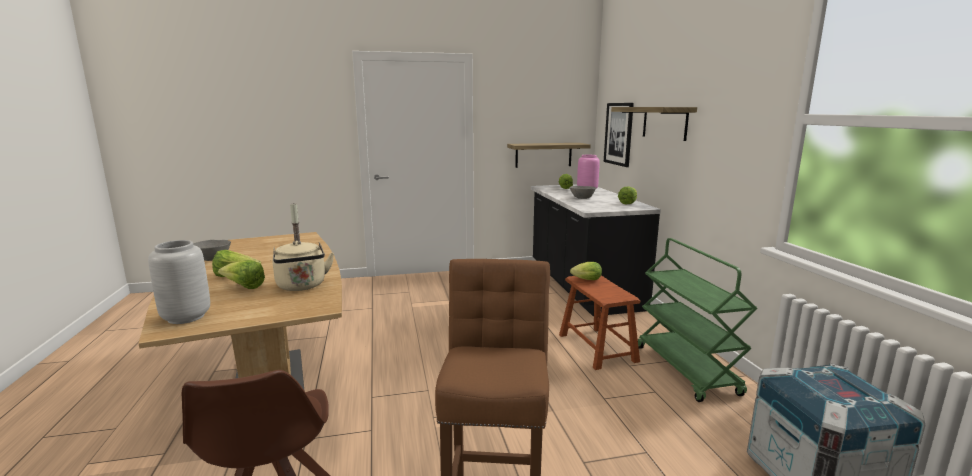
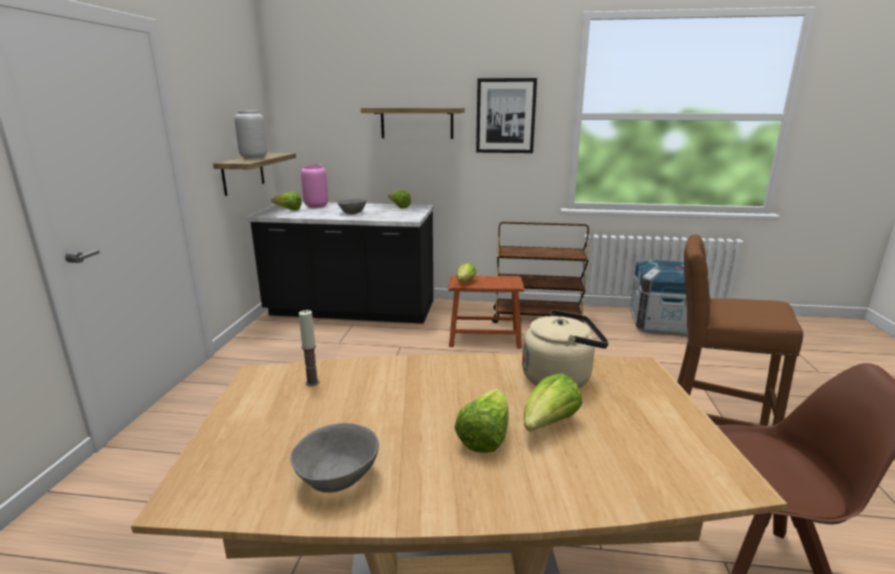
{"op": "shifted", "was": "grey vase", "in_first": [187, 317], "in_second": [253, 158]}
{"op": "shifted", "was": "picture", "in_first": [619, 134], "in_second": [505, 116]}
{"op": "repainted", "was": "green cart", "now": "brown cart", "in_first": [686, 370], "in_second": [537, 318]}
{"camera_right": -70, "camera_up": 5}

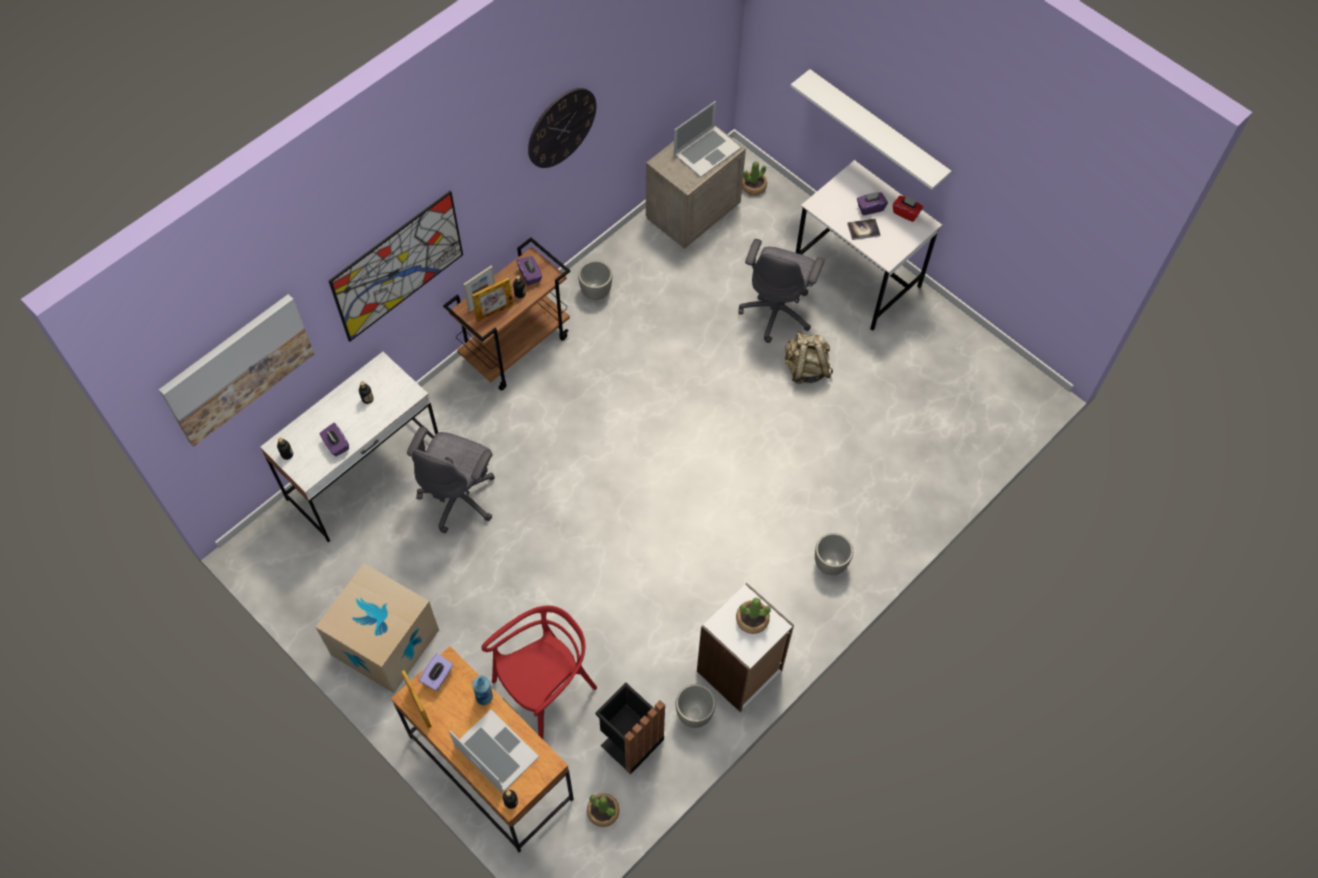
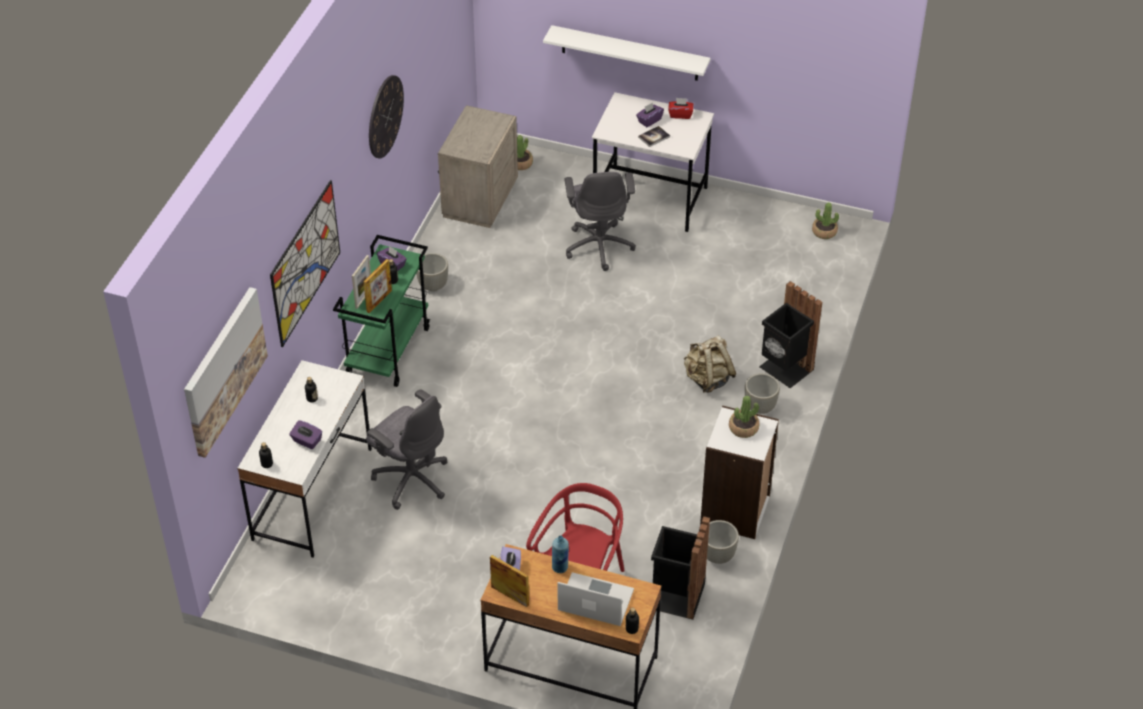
{"op": "gone", "was": "cardboard box", "in_first": [385, 642]}
{"op": "rotated", "was": "grey office chair", "in_first": [459, 497], "in_second": [411, 479], "clockwise": -45}
{"op": "repainted", "was": "brown cart", "now": "green cart", "in_first": [516, 346], "in_second": [388, 350]}
{"op": "shifted", "was": "potted plant", "in_first": [603, 811], "in_second": [824, 232]}
{"op": "gone", "was": "laptop", "in_first": [706, 151]}
{"op": "shifted", "was": "beige backpack", "in_first": [806, 368], "in_second": [708, 379]}
{"op": "new", "now": "black trash can", "in_second": [785, 369]}
{"camera_right": -25, "camera_up": -15}

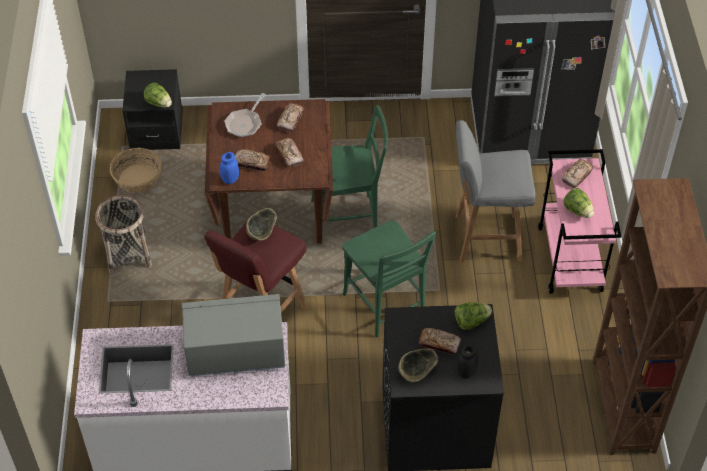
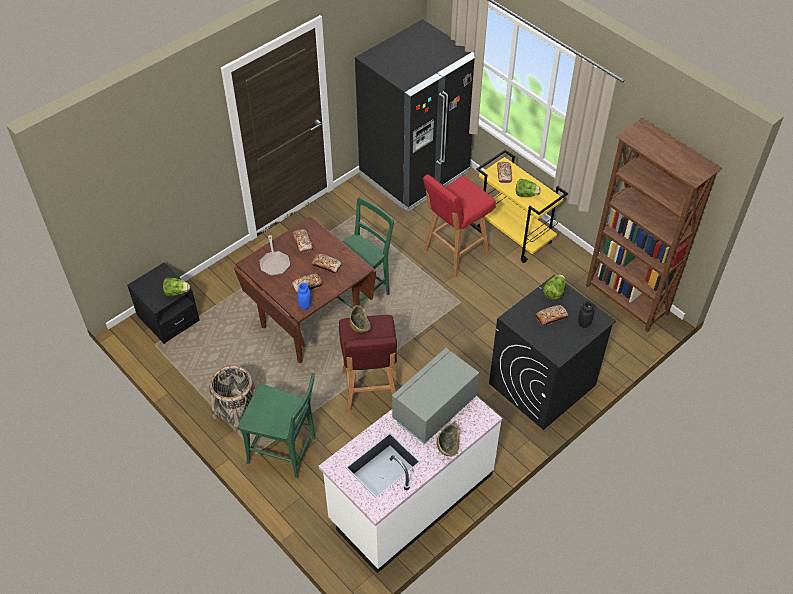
{"op": "gone", "was": "basket", "in_first": [137, 179]}
{"op": "shifted", "was": "green chair", "in_first": [386, 307], "in_second": [285, 451]}
{"op": "shifted", "was": "bowl", "in_first": [416, 372], "in_second": [448, 447]}
{"op": "repainted", "was": "grey stool", "now": "red stool", "in_first": [485, 237], "in_second": [454, 253]}
{"op": "repainted", "was": "pink cart", "now": "yellow cart", "in_first": [570, 259], "in_second": [515, 235]}
{"camera_right": -40, "camera_up": 0}

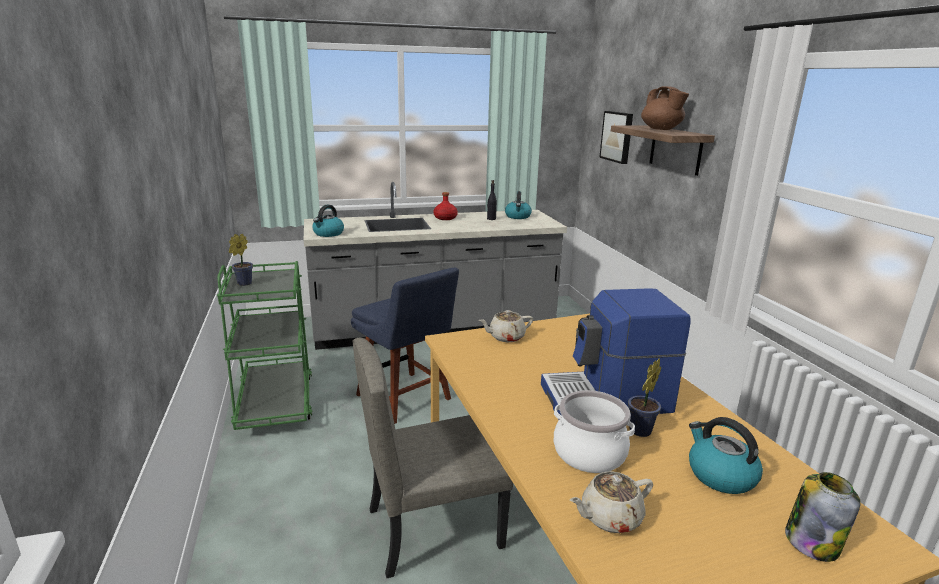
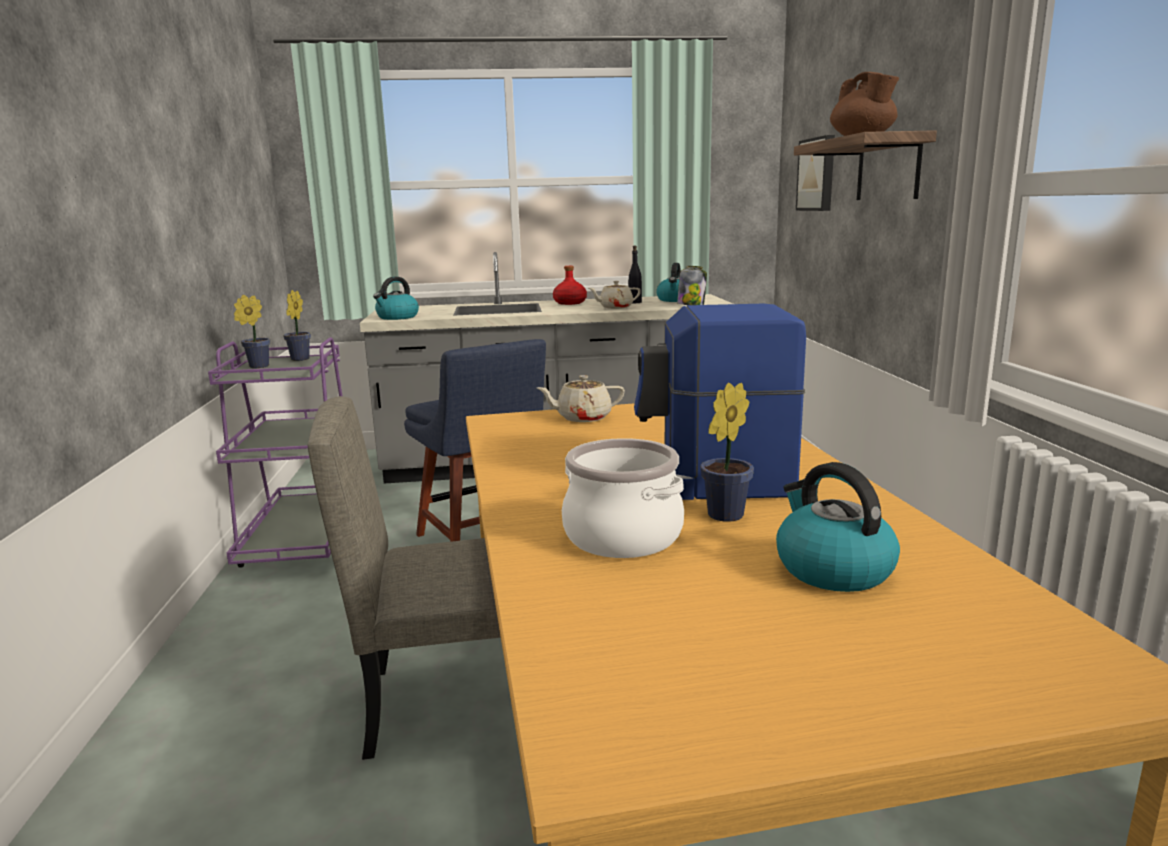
{"op": "repainted", "was": "green cart", "now": "purple cart", "in_first": [275, 403], "in_second": [304, 541]}
{"op": "shifted", "was": "beige teapot", "in_first": [609, 517], "in_second": [615, 307]}
{"op": "shifted", "was": "jar", "in_first": [812, 541], "in_second": [691, 305]}
{"op": "new", "now": "potted plant", "in_second": [298, 359]}
{"camera_right": 10, "camera_up": -5}

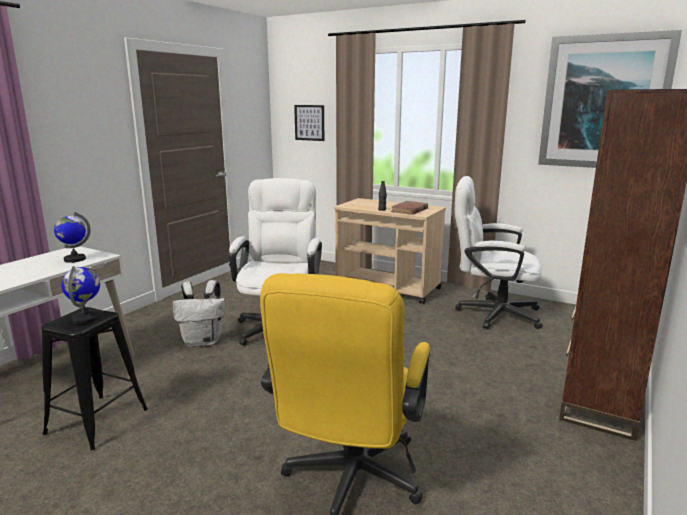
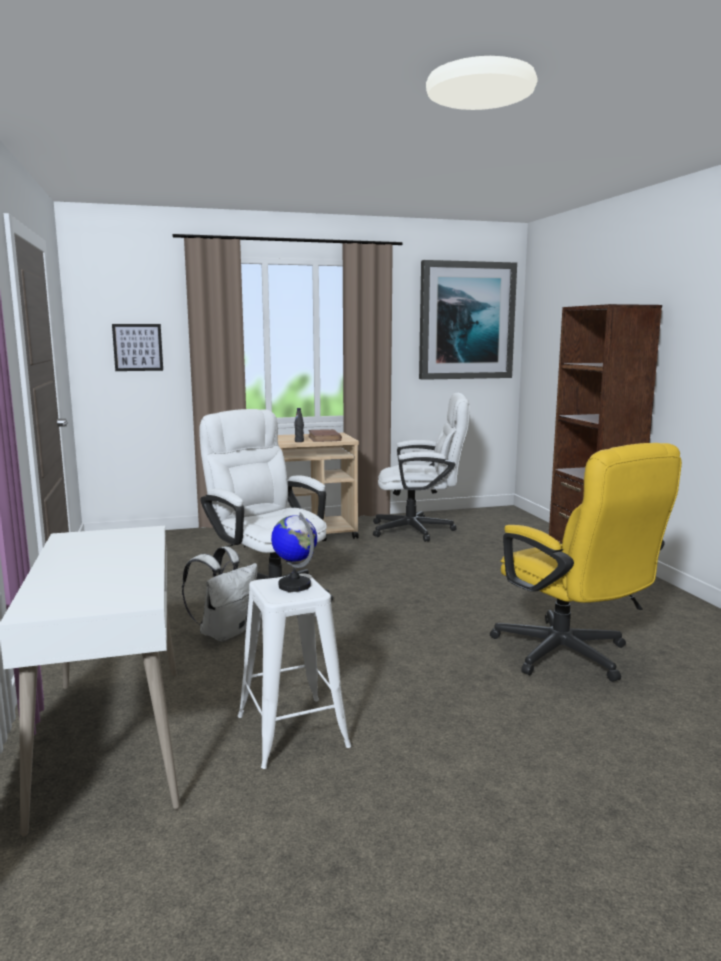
{"op": "repainted", "was": "black stool", "now": "white stool", "in_first": [97, 421], "in_second": [292, 730]}
{"op": "gone", "was": "globe", "in_first": [74, 259]}
{"op": "rotated", "was": "white office chair", "in_first": [490, 313], "in_second": [420, 530], "clockwise": -150}
{"camera_right": -45, "camera_up": -5}

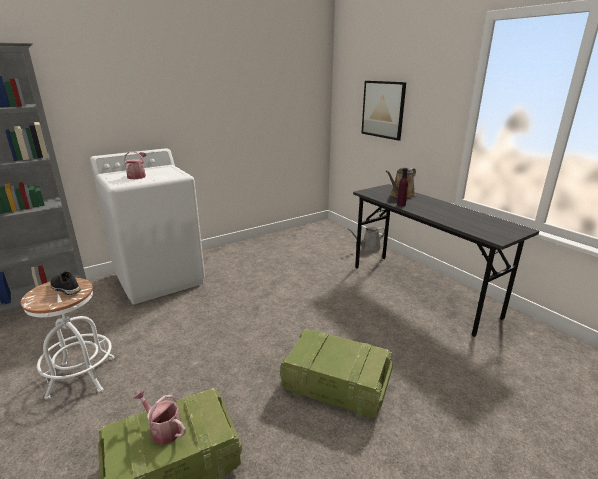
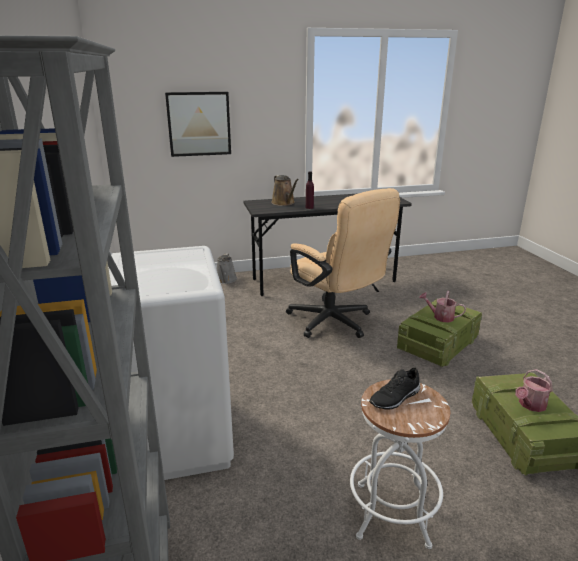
{"op": "shifted", "was": "watering can", "in_first": [137, 176], "in_second": [440, 317]}
{"op": "new", "now": "beige office chair", "in_second": [335, 323]}
{"camera_right": -70, "camera_up": 0}

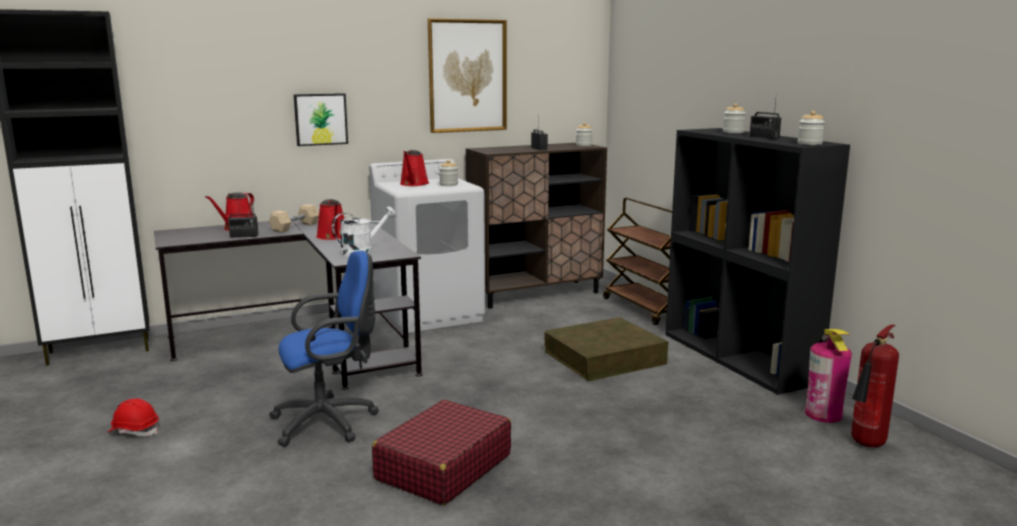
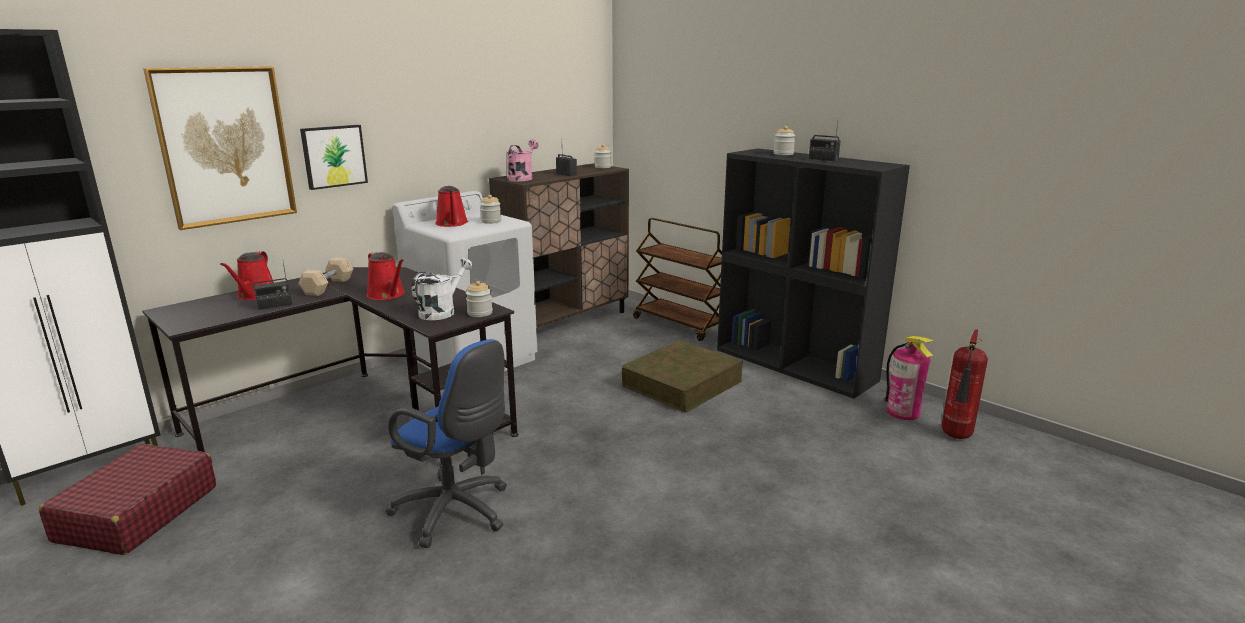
{"op": "gone", "was": "red hard hat", "in_first": [134, 431]}
{"op": "rotated", "was": "blue office chair", "in_first": [330, 422], "in_second": [457, 513], "clockwise": 75}
{"op": "shifted", "was": "red suitcase", "in_first": [443, 467], "in_second": [137, 514]}
{"op": "shifted", "was": "picture", "in_first": [467, 76], "in_second": [225, 146]}
{"op": "shifted", "was": "jar", "in_first": [809, 144], "in_second": [480, 313]}
{"op": "new", "now": "pink watering can", "in_second": [522, 178]}
{"camera_right": -20, "camera_up": 5}

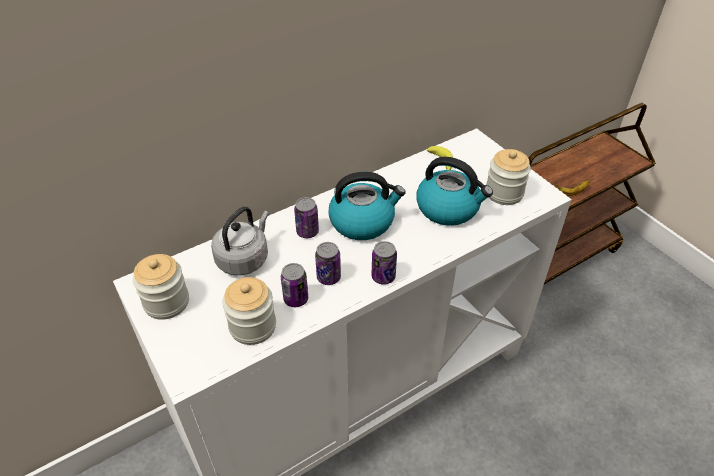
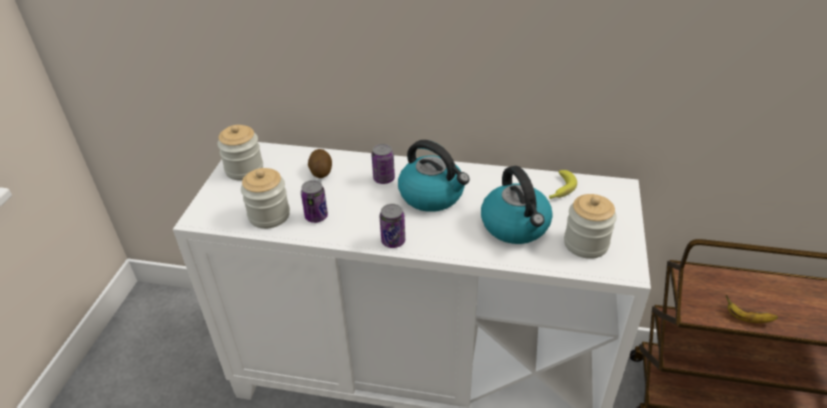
{"op": "swapped", "was": "grey kettle", "now": "potato", "in_first": [244, 258], "in_second": [321, 171]}
{"op": "gone", "was": "can", "in_first": [328, 277]}
{"camera_right": 45, "camera_up": -5}

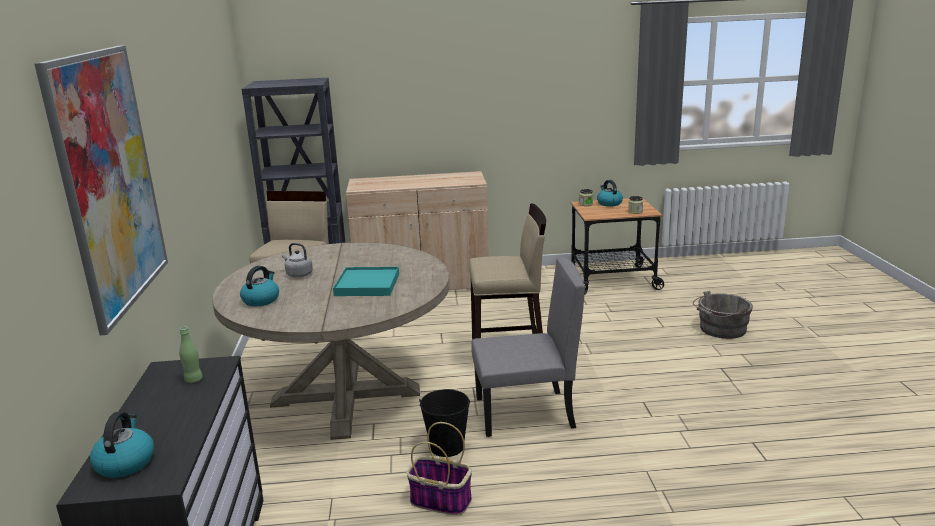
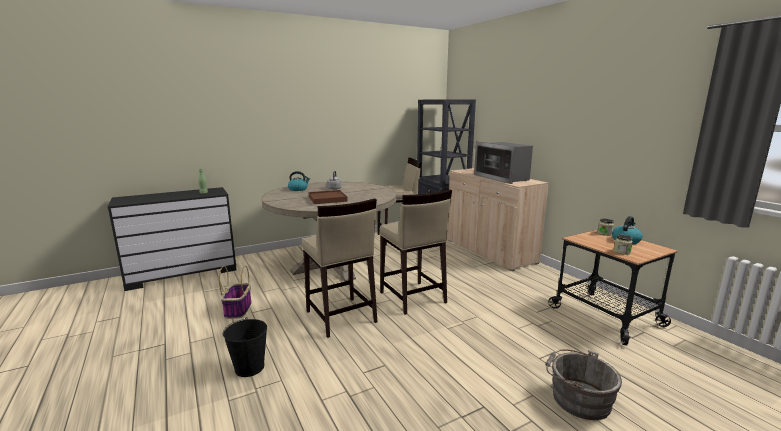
{"op": "gone", "was": "picture", "in_first": [109, 181]}
{"op": "gone", "was": "kettle", "in_first": [125, 462]}
{"op": "repainted", "was": "turquoise tray", "now": "brown tray", "in_first": [367, 285], "in_second": [327, 199]}
{"op": "shifted", "was": "black bucket", "in_first": [447, 446], "in_second": [250, 367]}
{"op": "swapped", "was": "grey chair", "now": "beige stool", "in_first": [524, 413], "in_second": [340, 317]}
{"op": "new", "now": "microwave", "in_second": [502, 178]}
{"camera_right": 65, "camera_up": -5}

